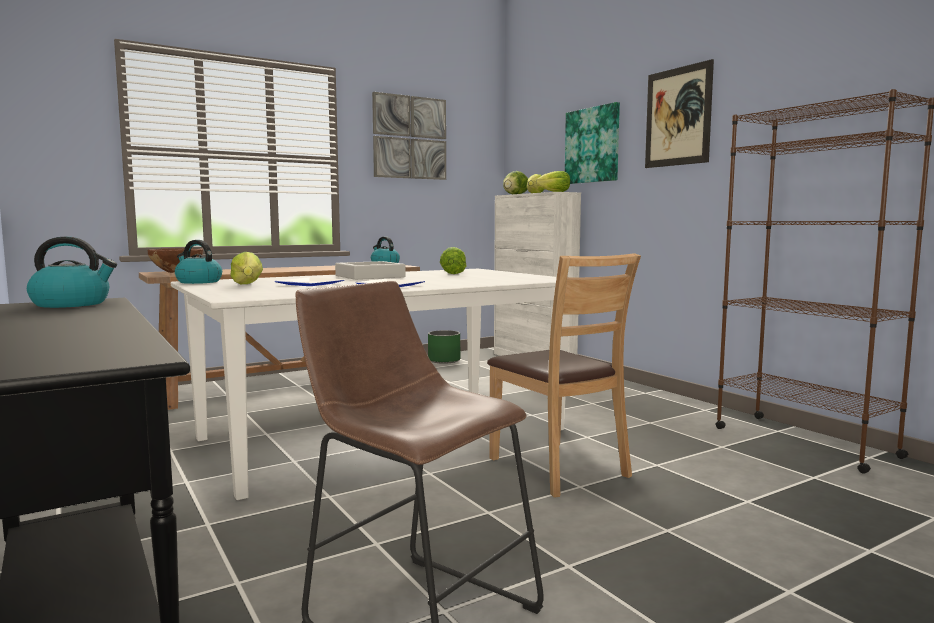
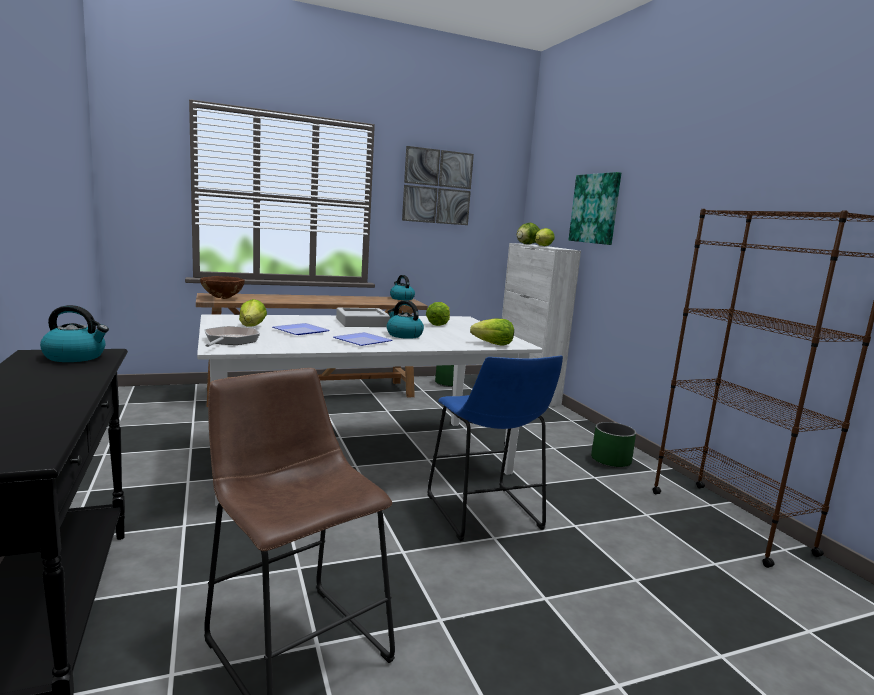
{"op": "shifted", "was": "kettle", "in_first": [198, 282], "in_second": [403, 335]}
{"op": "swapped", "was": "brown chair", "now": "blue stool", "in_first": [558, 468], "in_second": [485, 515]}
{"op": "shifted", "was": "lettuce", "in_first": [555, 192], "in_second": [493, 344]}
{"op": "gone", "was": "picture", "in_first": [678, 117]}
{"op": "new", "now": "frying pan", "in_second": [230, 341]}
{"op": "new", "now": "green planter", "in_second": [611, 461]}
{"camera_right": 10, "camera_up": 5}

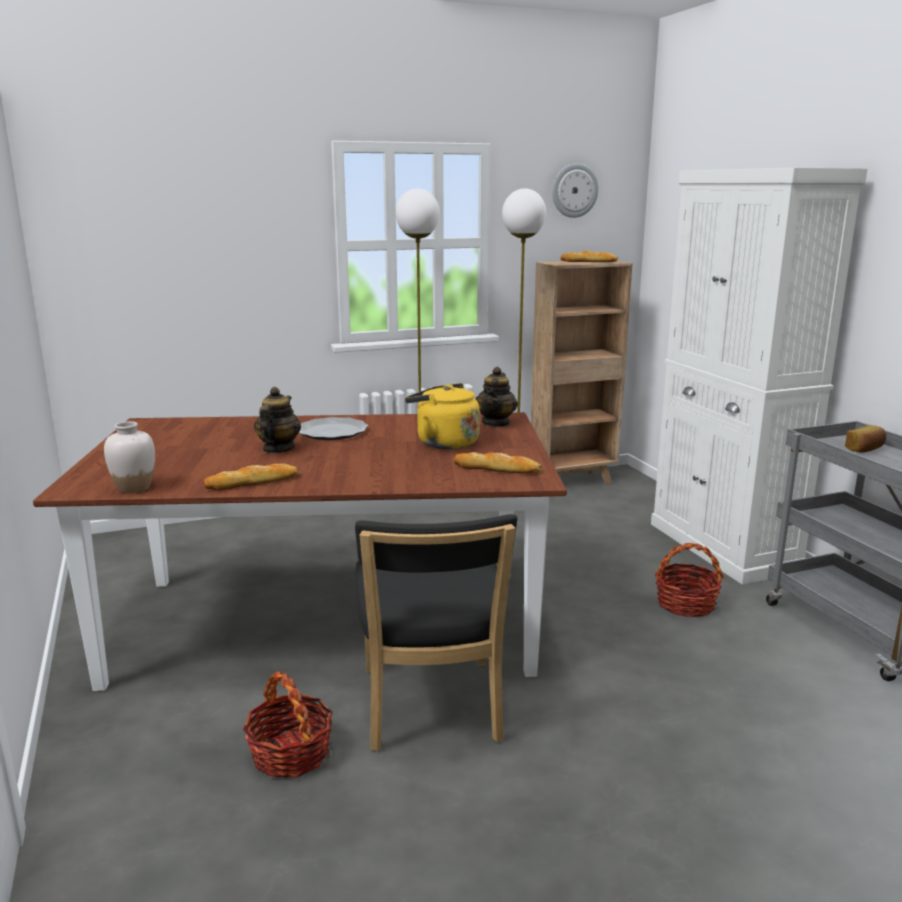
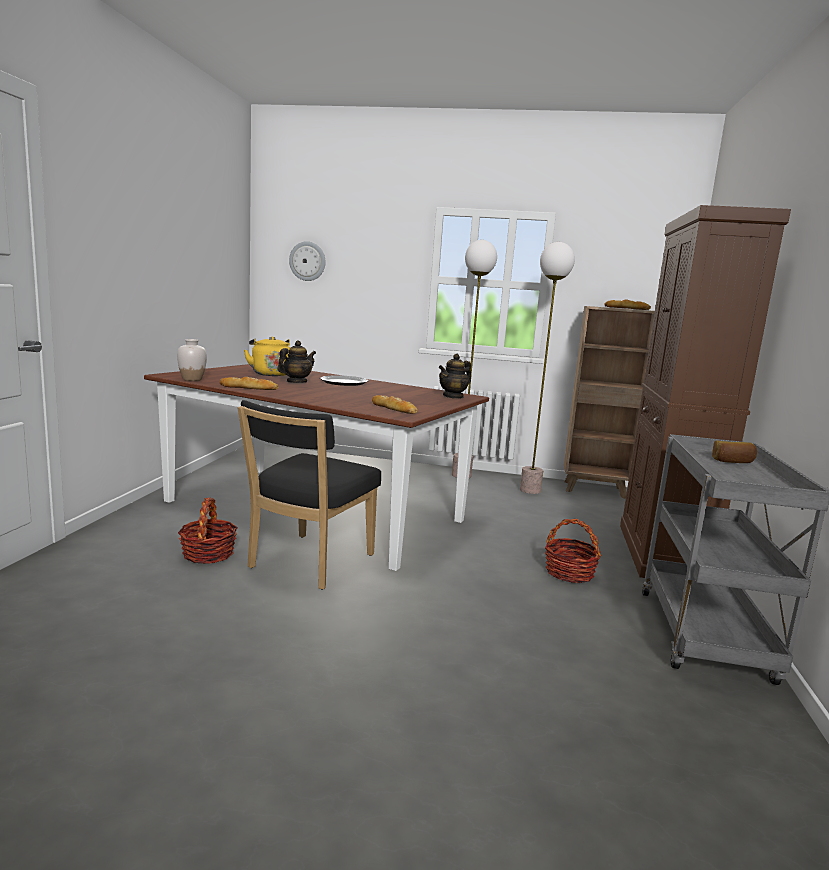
{"op": "shifted", "was": "yellow kettle", "in_first": [443, 443], "in_second": [270, 374]}
{"op": "shifted", "was": "wall clock", "in_first": [574, 190], "in_second": [307, 261]}
{"op": "repainted", "was": "white cabinet", "now": "brown cabinet", "in_first": [723, 546], "in_second": [662, 553]}
{"camera_right": 30, "camera_up": -5}

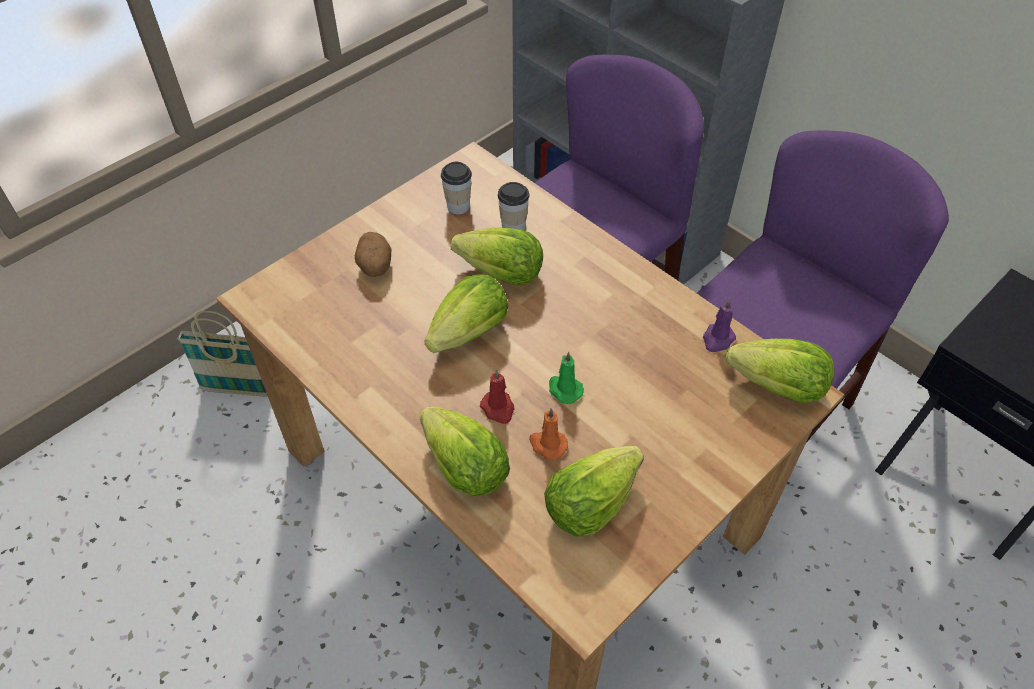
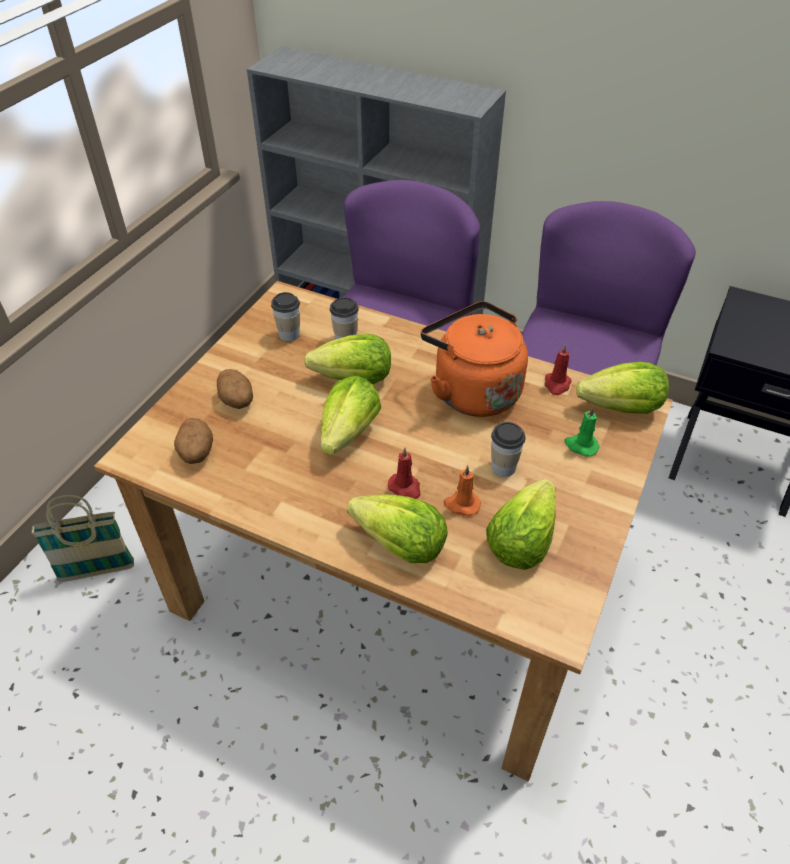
{"op": "shifted", "was": "green candle", "in_first": [564, 389], "in_second": [581, 445]}
{"op": "repainted", "was": "purple candle", "now": "red candle", "in_first": [717, 339], "in_second": [557, 384]}
{"op": "new", "now": "potato", "in_second": [196, 453]}
{"op": "new", "now": "orange kettle", "in_second": [472, 390]}
{"op": "new", "now": "cup", "in_second": [503, 467]}
{"camera_right": -20, "camera_up": -5}

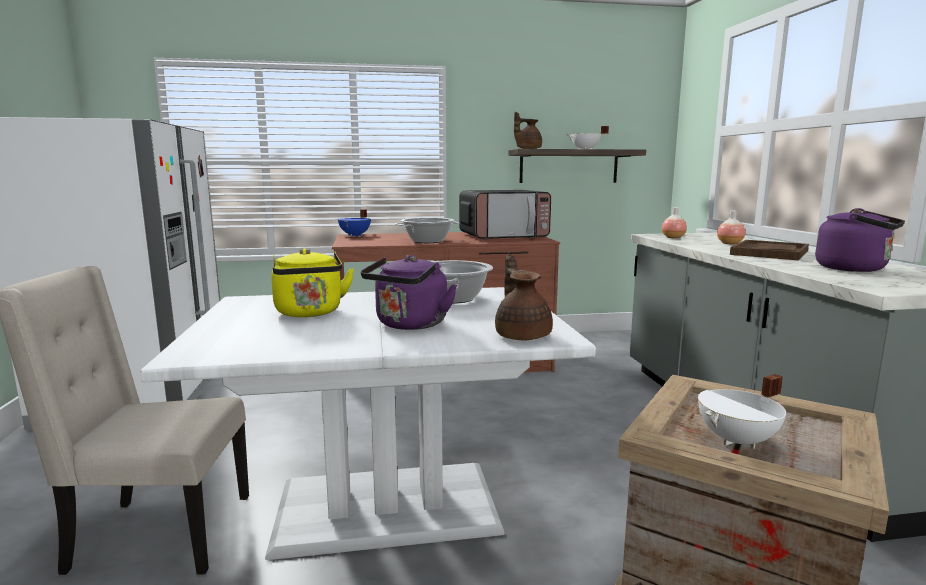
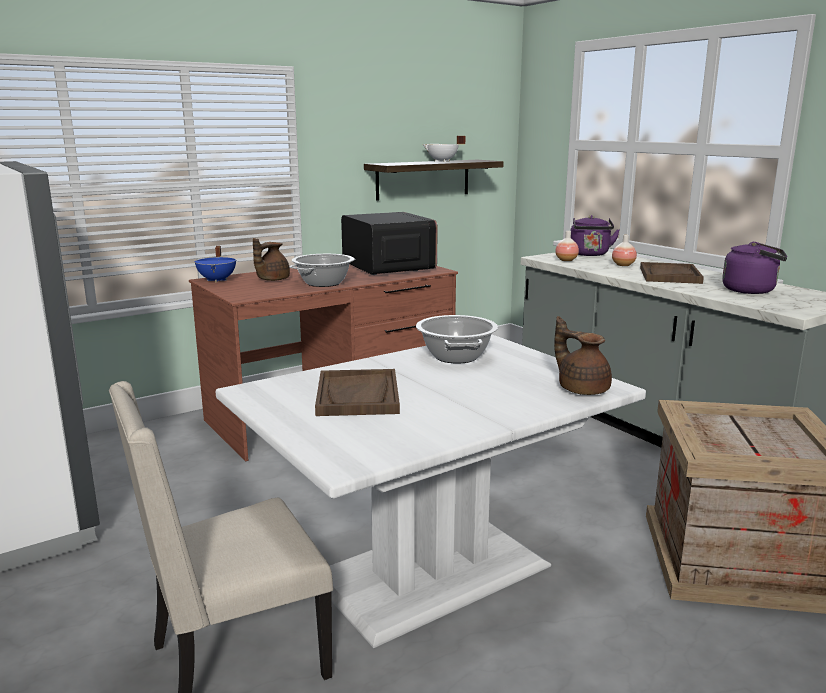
{"op": "swapped", "was": "yellow kettle", "now": "brown tray", "in_first": [310, 313], "in_second": [358, 395]}
{"op": "shifted", "was": "purple kettle", "in_first": [409, 325], "in_second": [590, 254]}
{"op": "rotated", "was": "microwave", "in_first": [503, 236], "in_second": [388, 267], "clockwise": -75}
{"op": "shifted", "was": "brown teapot", "in_first": [527, 149], "in_second": [271, 279]}
{"op": "gone", "was": "white cooking pot", "in_first": [738, 441]}
{"camera_right": -25, "camera_up": 5}

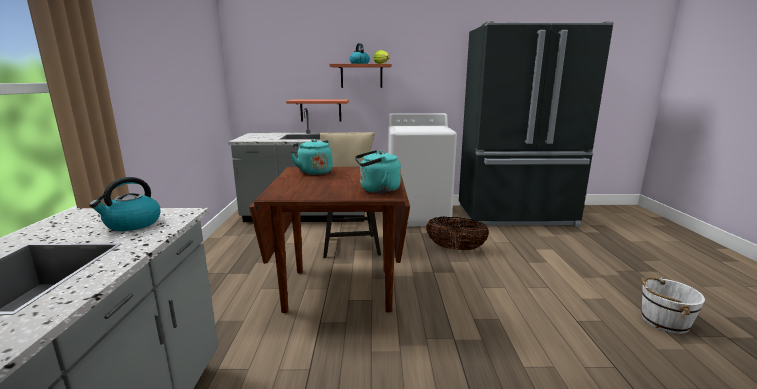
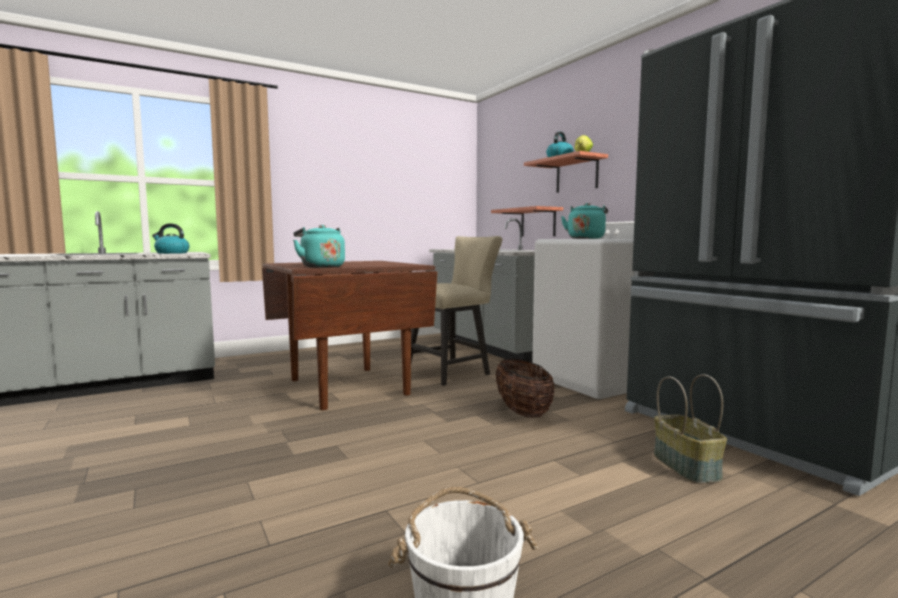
{"op": "shifted", "was": "turquoise kettle", "in_first": [314, 172], "in_second": [586, 238]}
{"op": "new", "now": "basket", "in_second": [687, 467]}
{"camera_right": 60, "camera_up": -10}

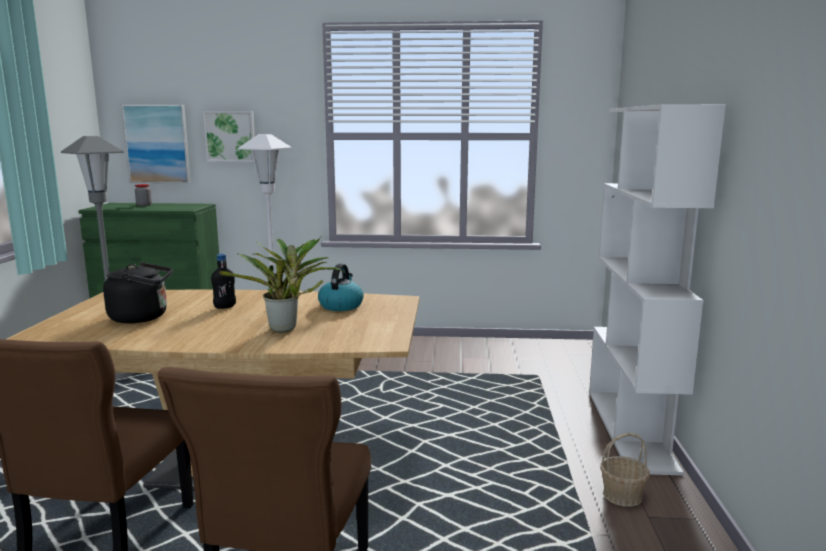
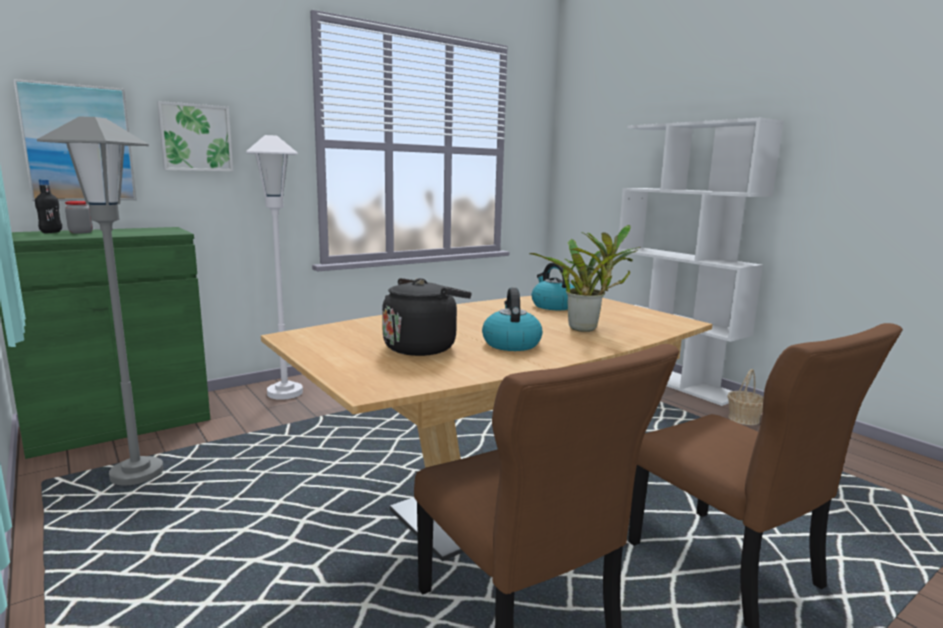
{"op": "shifted", "was": "black bottle", "in_first": [225, 307], "in_second": [51, 232]}
{"op": "new", "now": "kettle", "in_second": [511, 343]}
{"camera_right": -40, "camera_up": 0}

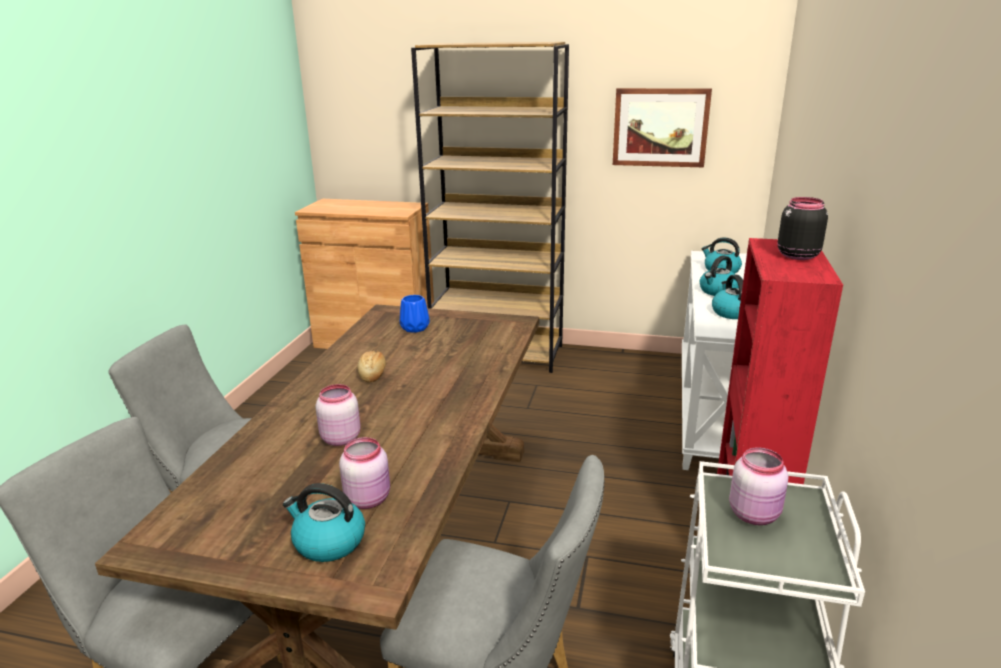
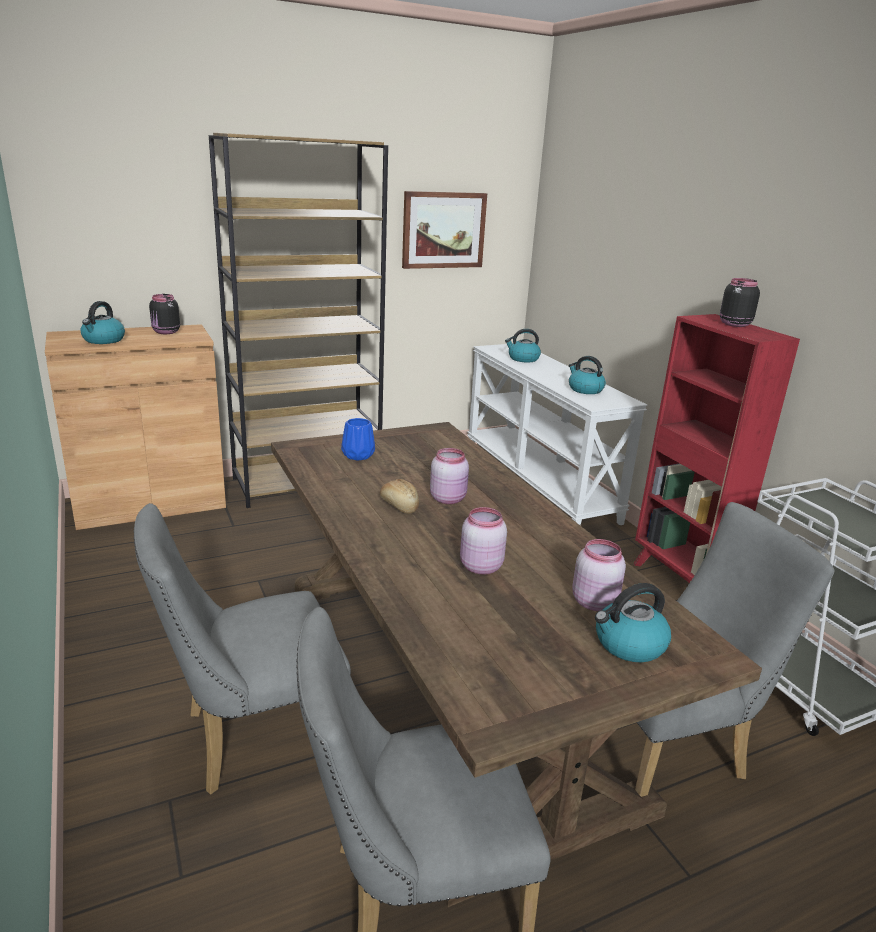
{"op": "shifted", "was": "kettle", "in_first": [718, 291], "in_second": [103, 340]}
{"op": "shifted", "was": "pink jar", "in_first": [755, 514], "in_second": [448, 498]}
{"op": "new", "now": "black jar", "in_second": [166, 332]}
{"camera_right": -40, "camera_up": 0}

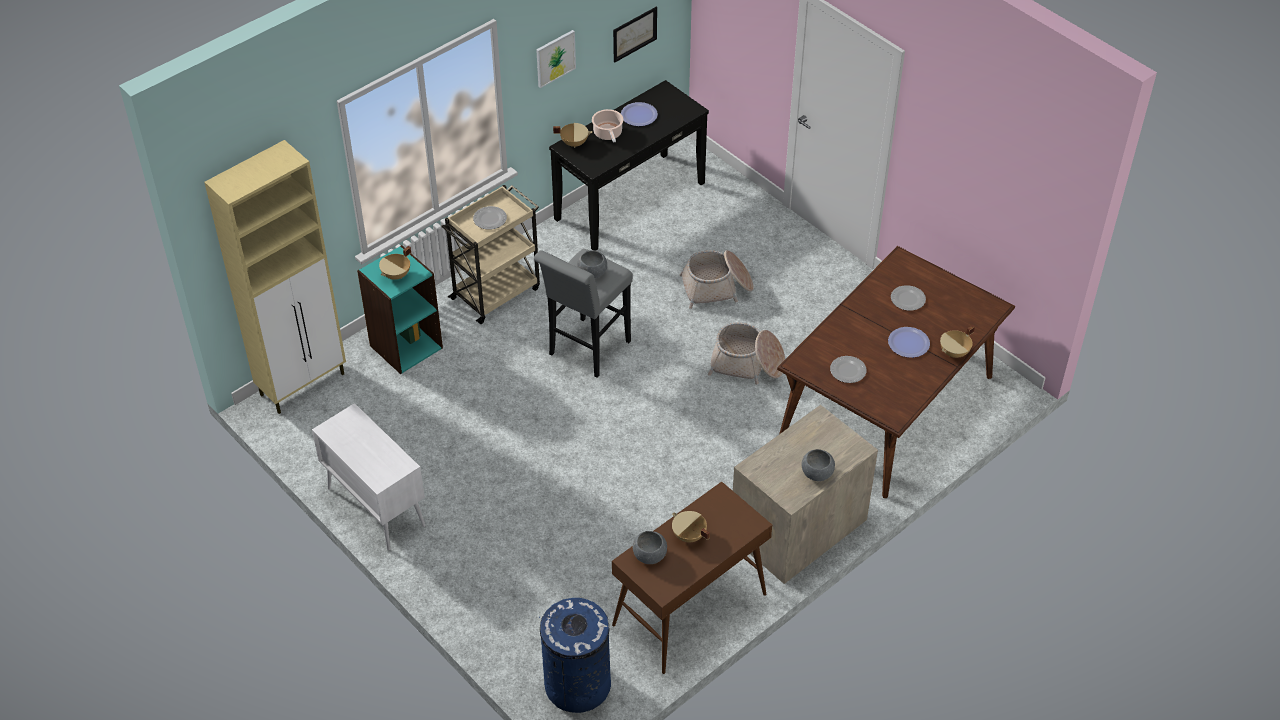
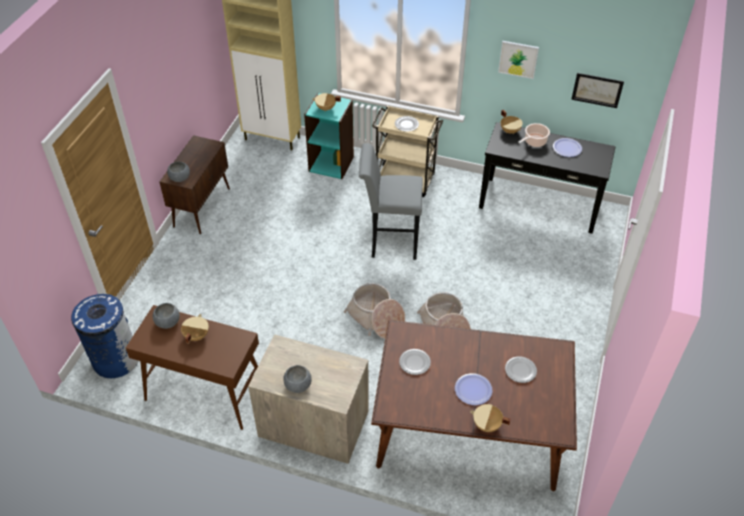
{"op": "repainted", "was": "white cabinet", "now": "brown cabinet", "in_first": [375, 506], "in_second": [202, 207]}
{"op": "shifted", "was": "grey bowl", "in_first": [592, 272], "in_second": [179, 178]}
{"op": "shifted", "was": "basket", "in_first": [717, 287], "in_second": [376, 318]}
{"camera_right": 60, "camera_up": 0}

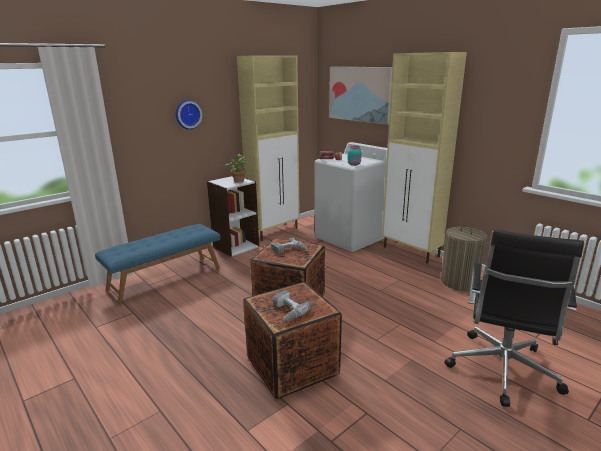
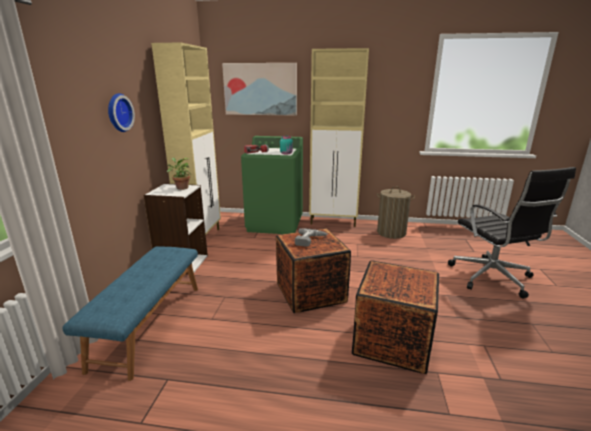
{"op": "gone", "was": "power drill", "in_first": [287, 311]}
{"op": "repainted", "was": "white washing machine", "now": "green washing machine", "in_first": [351, 237], "in_second": [275, 223]}
{"camera_right": -40, "camera_up": 0}

